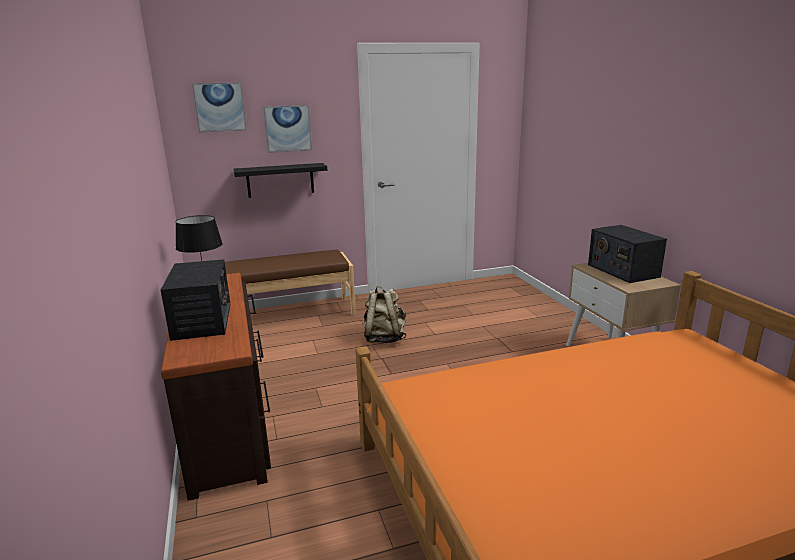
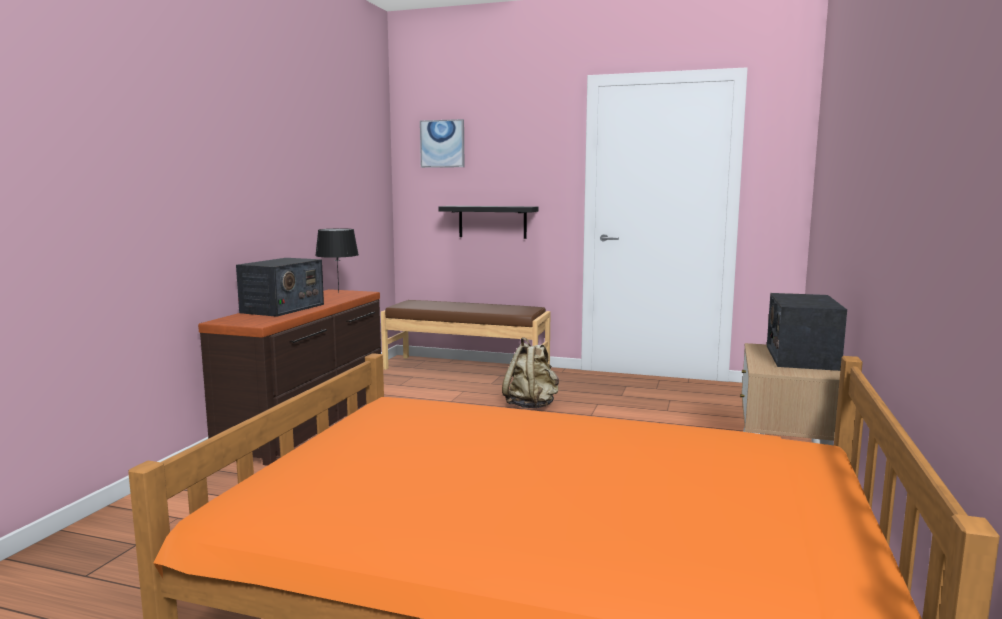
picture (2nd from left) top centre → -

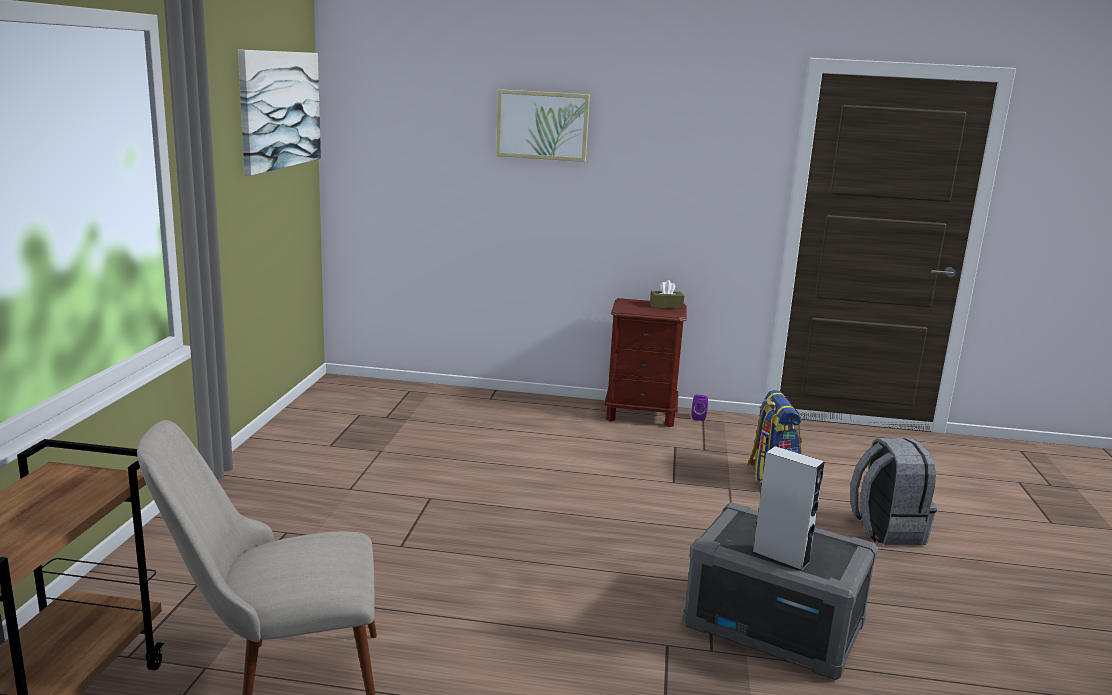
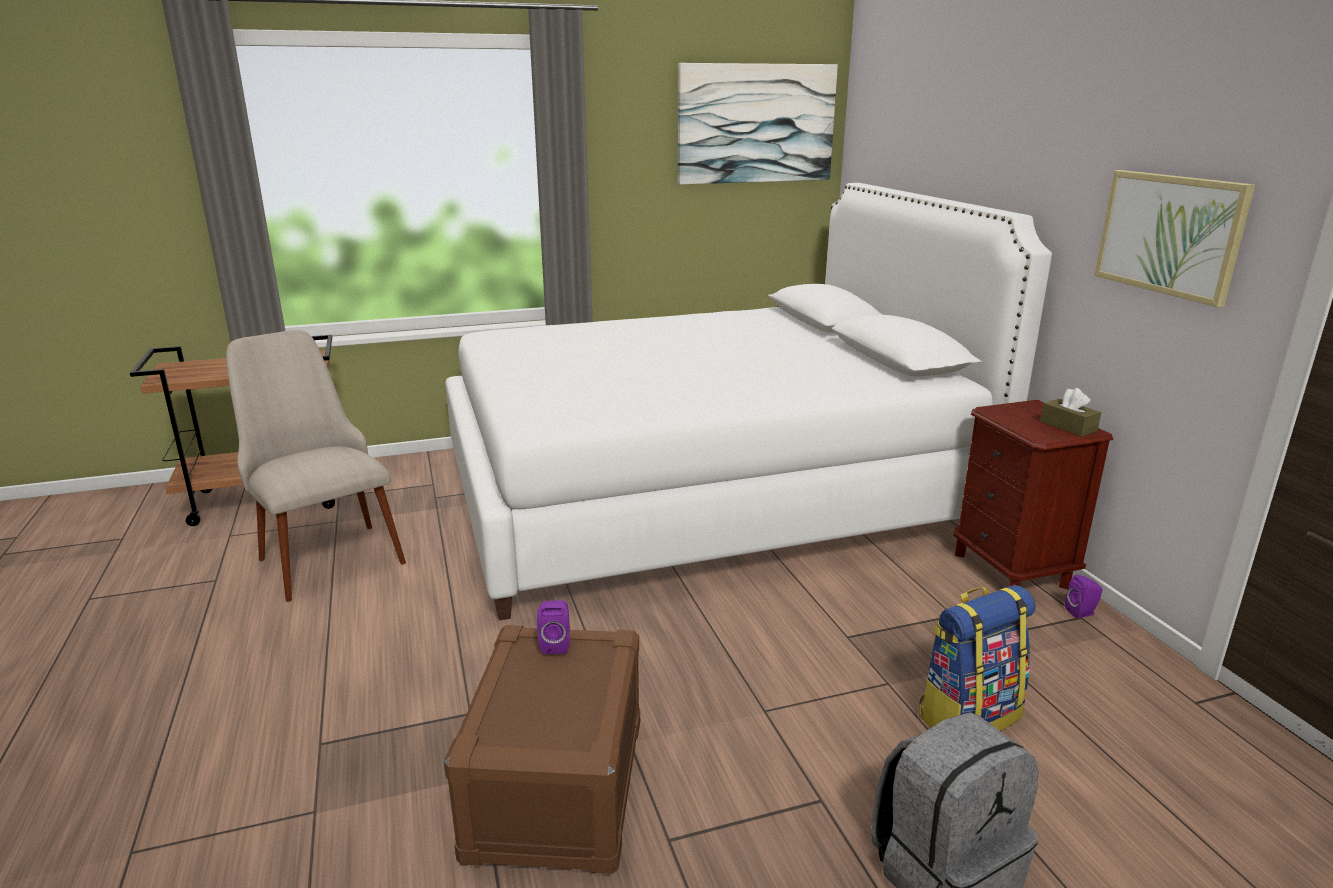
picture (2nd from left) top centre → picture (2nd from left) top right, moved
grey_storage_box bottom right → brown_storage_box bottom centre
grey_speaker bottom right → -
- → white_bed centre
- → purple_speaker (1st from left) bottom centre

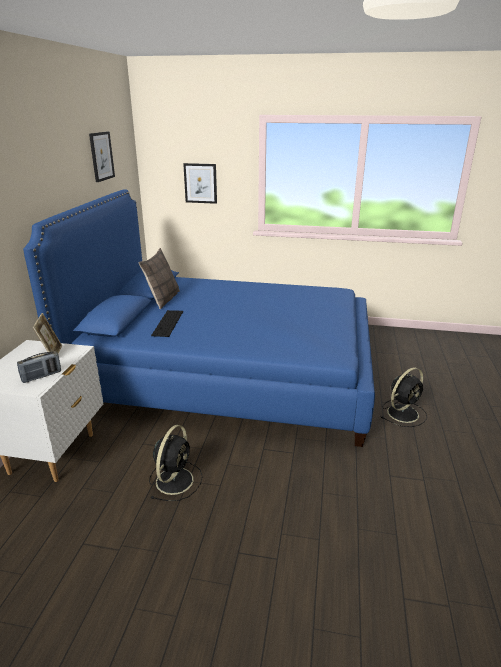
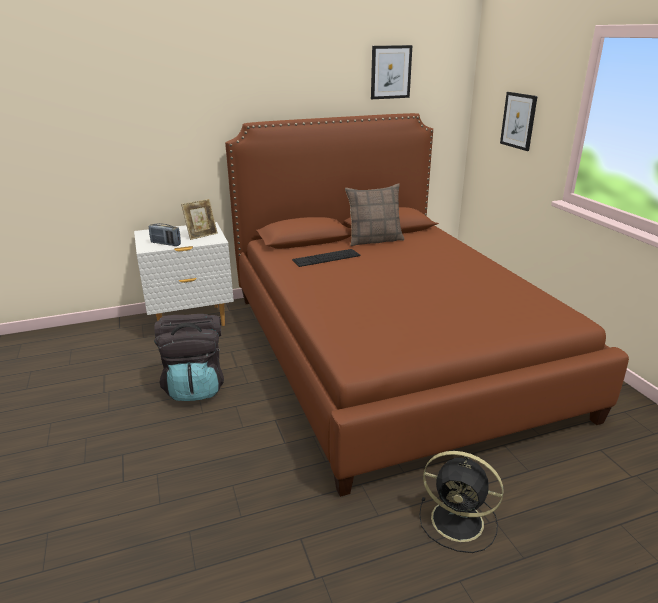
blue_bed centre → brown_bed centre
black_fan (1st from left) bottom centre → black_backpack middle left

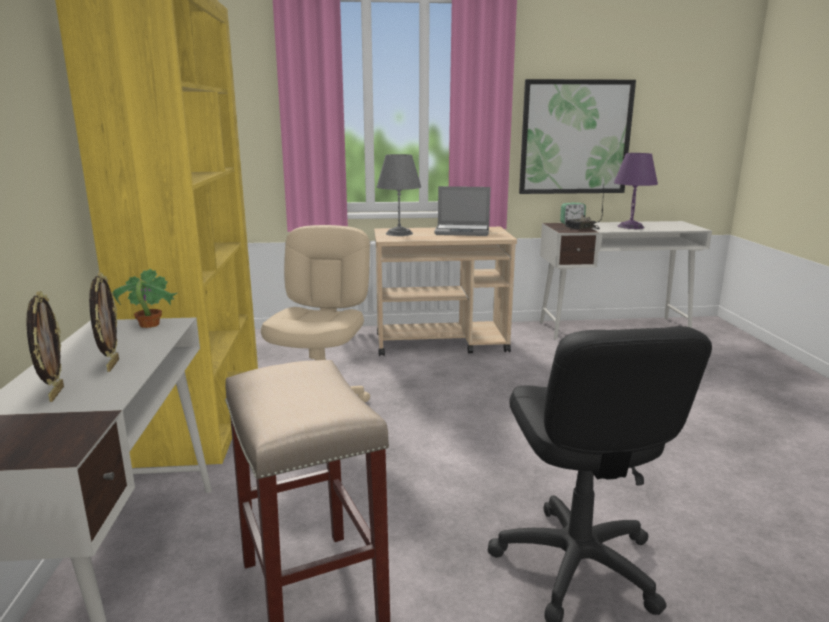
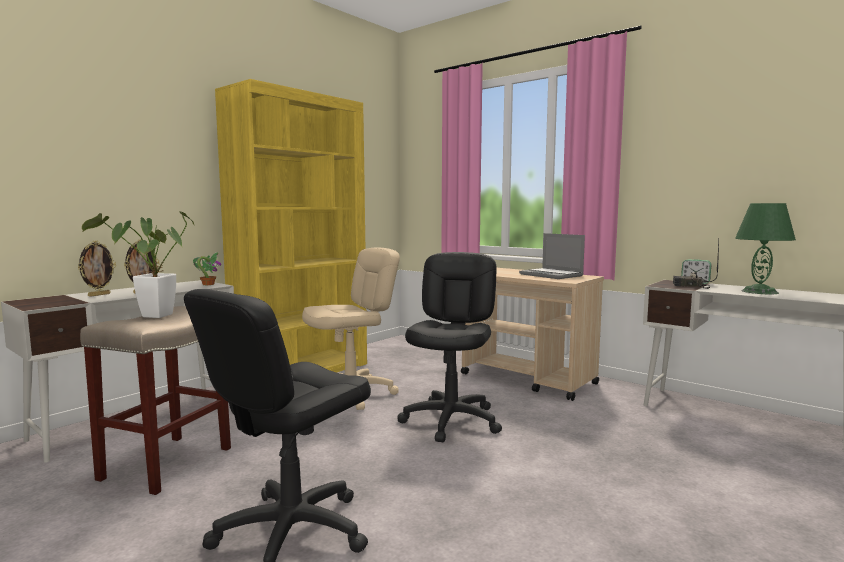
grey_table_lamp top centre → -
picture top right → -
purple_table_lamp top right → green_table_lamp middle right
- → potted_plant (1st from left) middle left
- → black_office_chair (2nd from left) centre

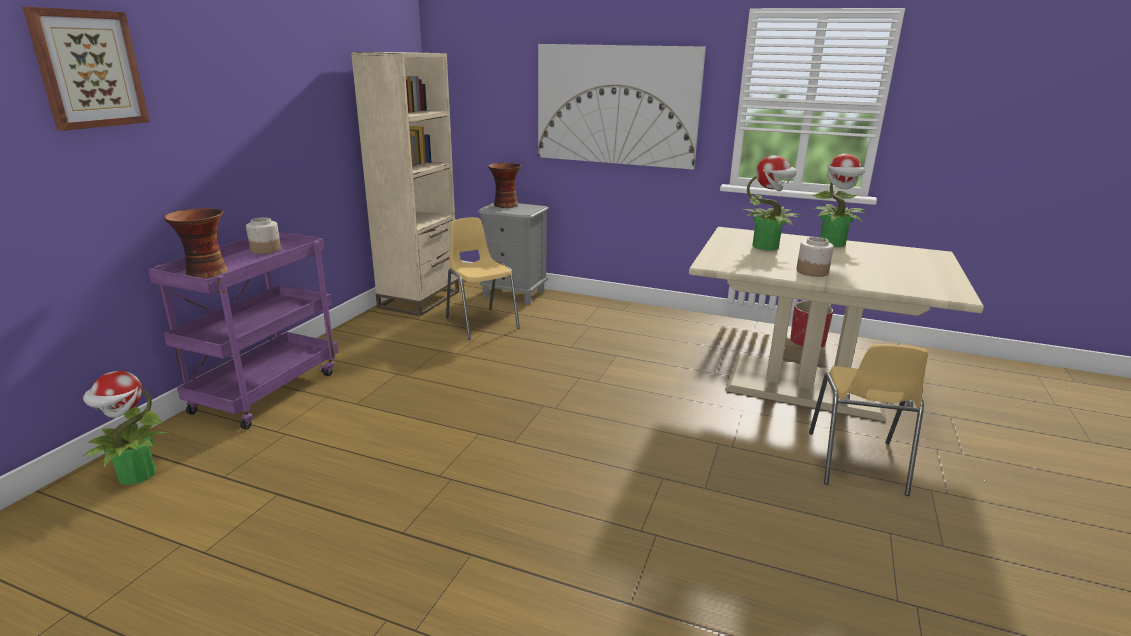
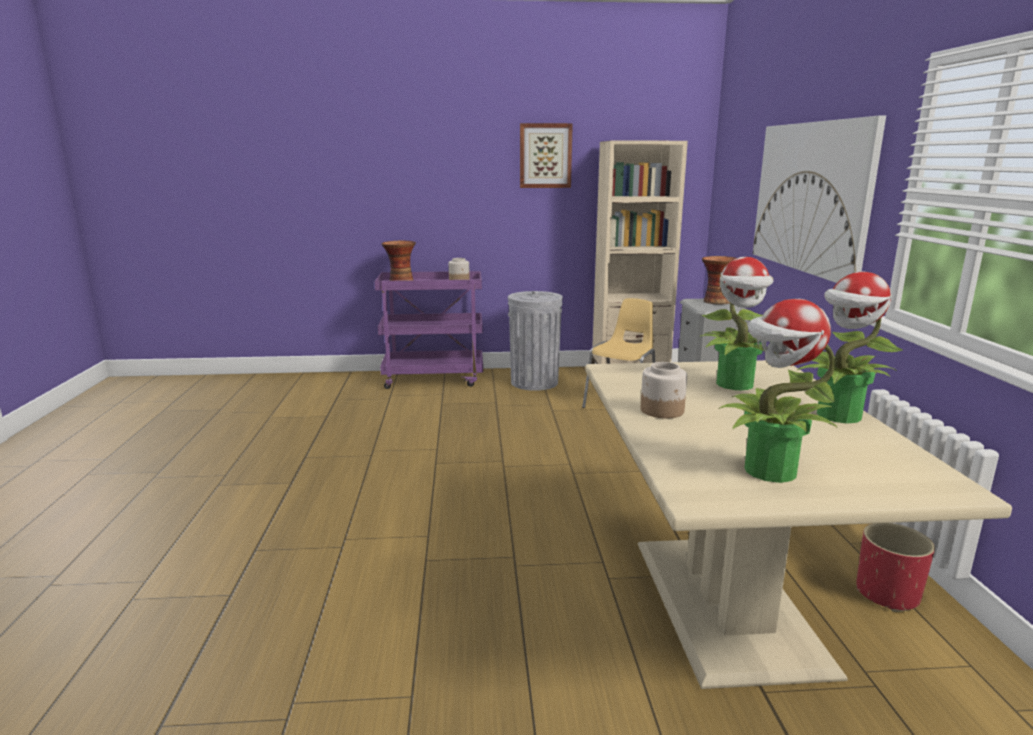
picture (1st from left) top left → picture (1st from left) top centre, moved
potted_plant (1st from left in the first image) bottom left → potted_plant (2nd from left) middle right, moved
yellow_chair (2nd from left) middle right → -
- → grey_trash_can centre

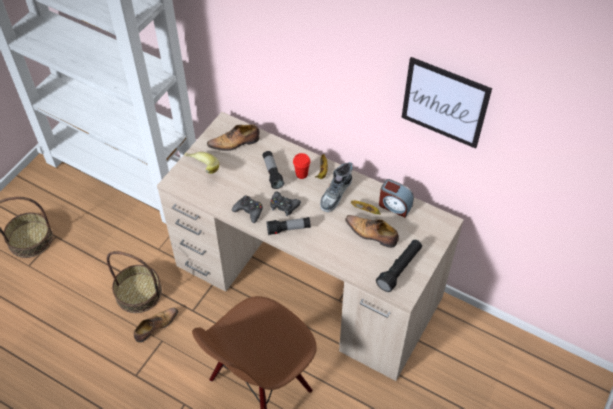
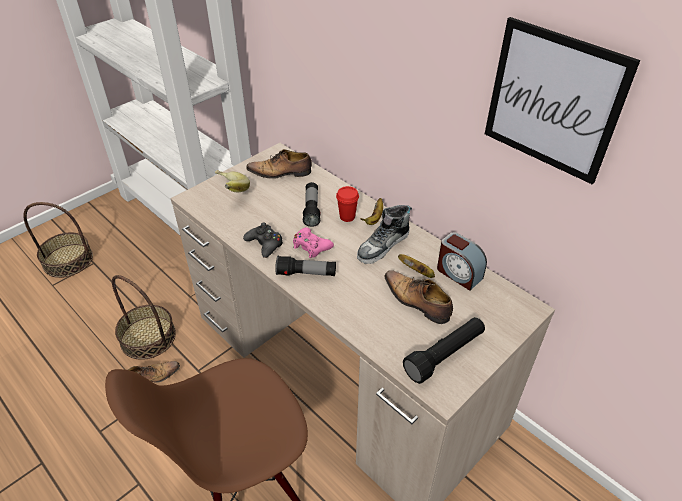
black_game_controller (2nd from left) centre → pink_game_controller centre

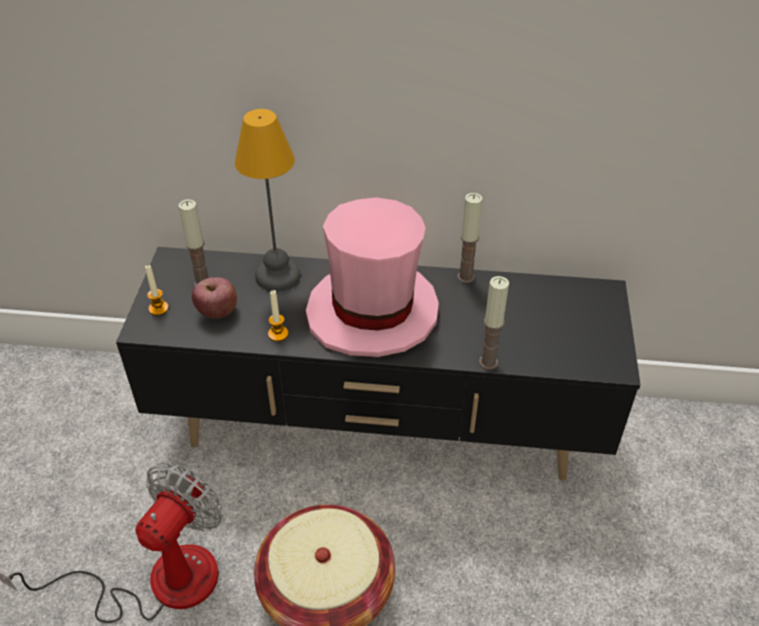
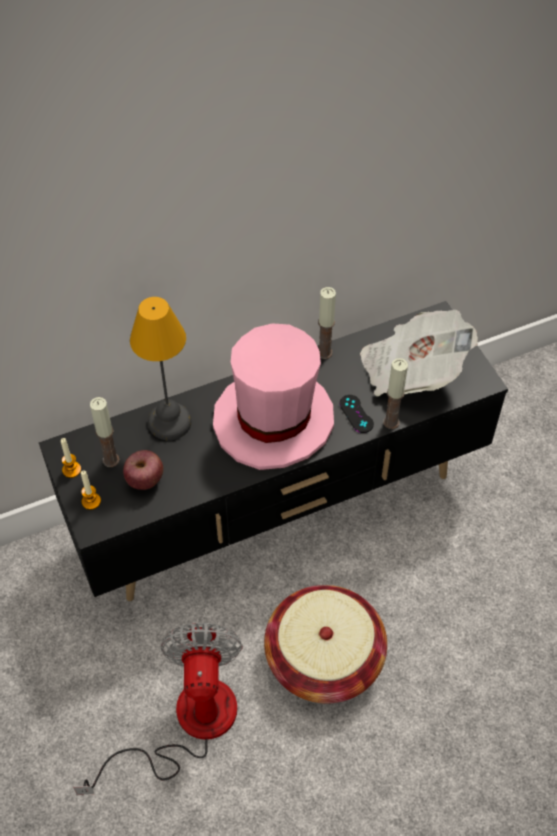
candle (3rd from left in the first image) centre → candle (1st from left) middle left, moved
- → black_game_controller centre
- → newspaper middle right

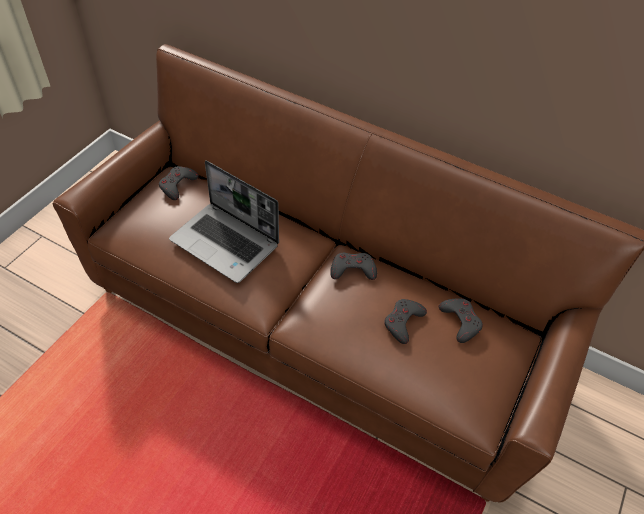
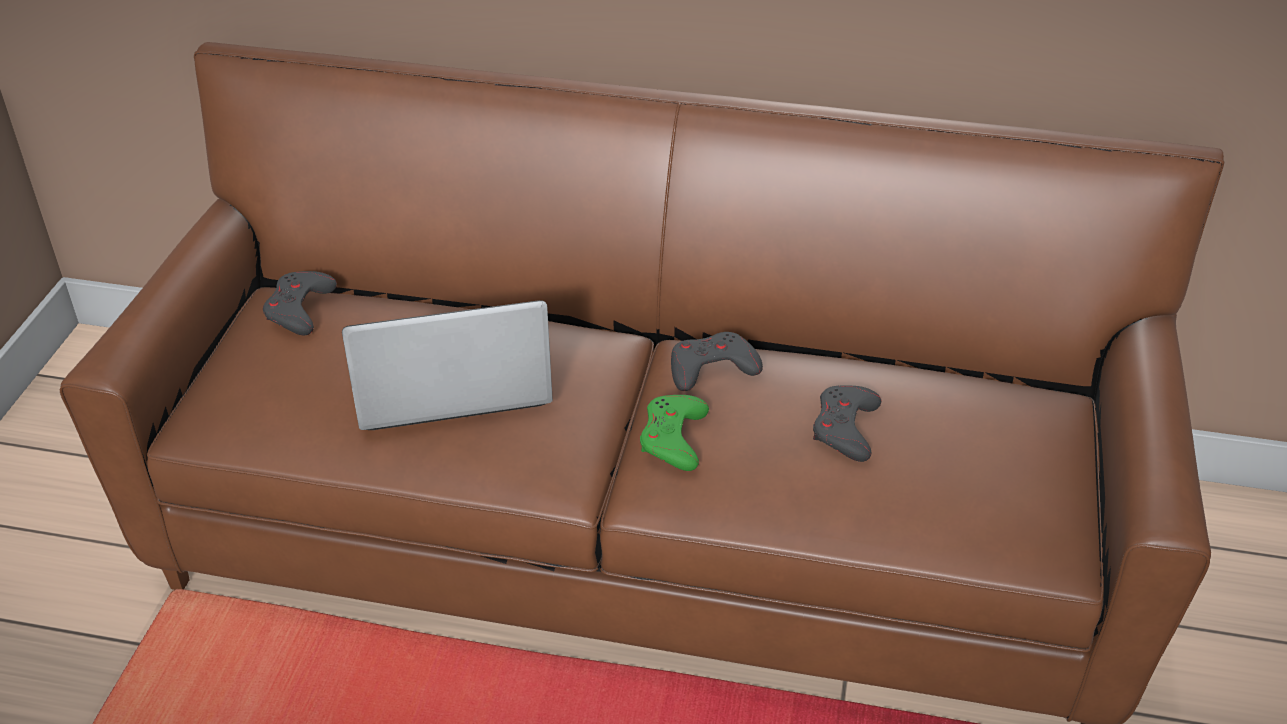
laptop centre, 150 degrees clockwise
grey_game_controller (4th from left) middle right → -
- → green_game_controller centre

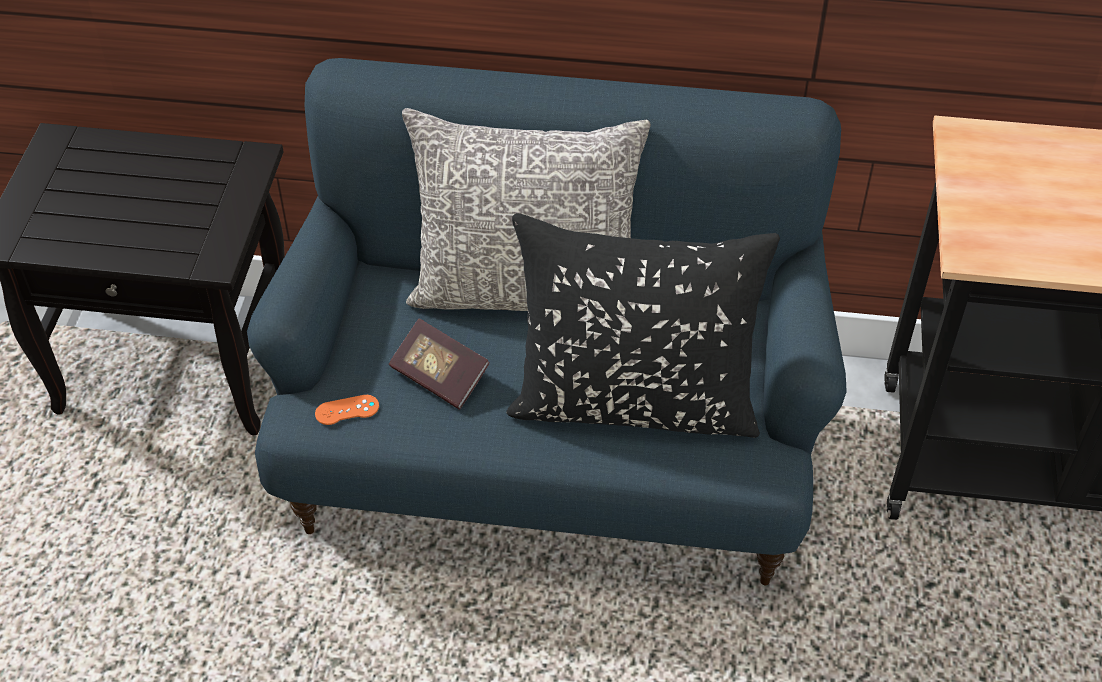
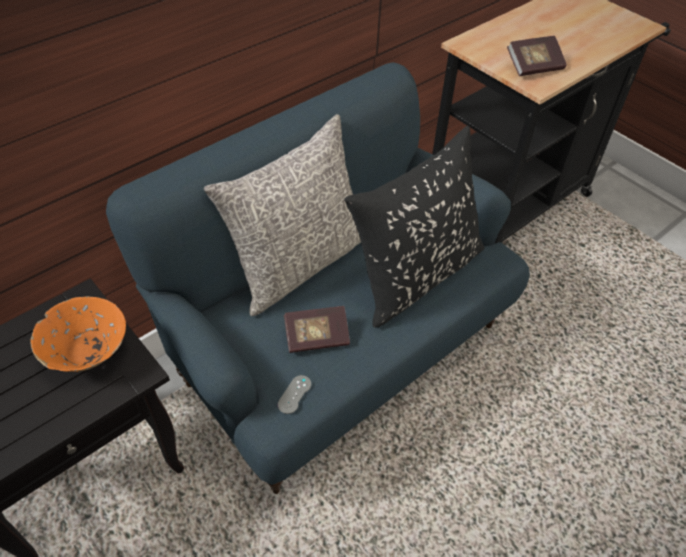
orange_game_controller middle left → grey_game_controller bottom centre
- → orange_bowl middle left
- → book (2nd from left) top right

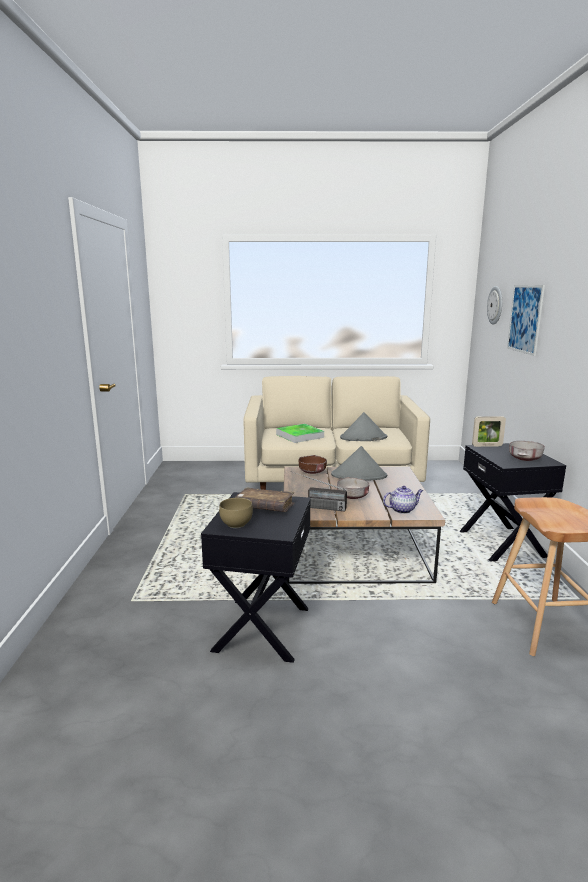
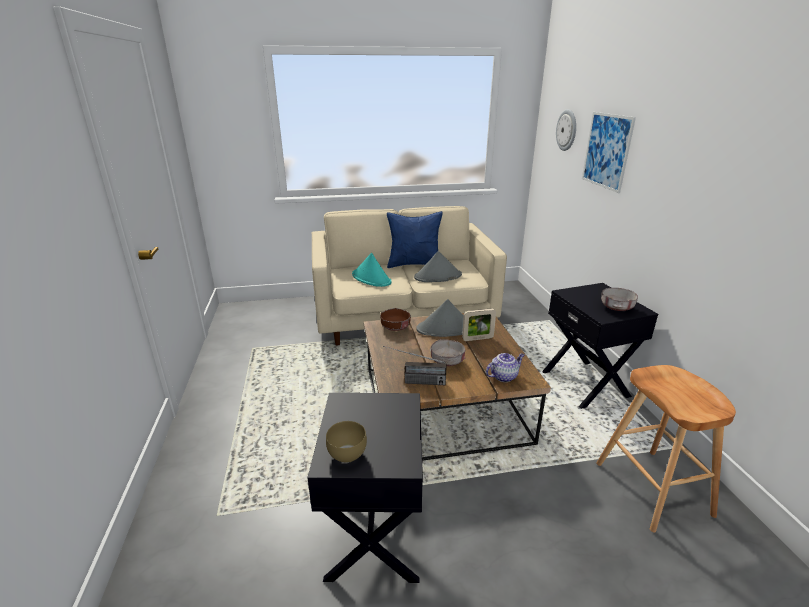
brown_book centre → -
tray centre → turquoise_hat centre
picture_frame middle right → picture_frame centre, moved
- → blue_pillow centre

